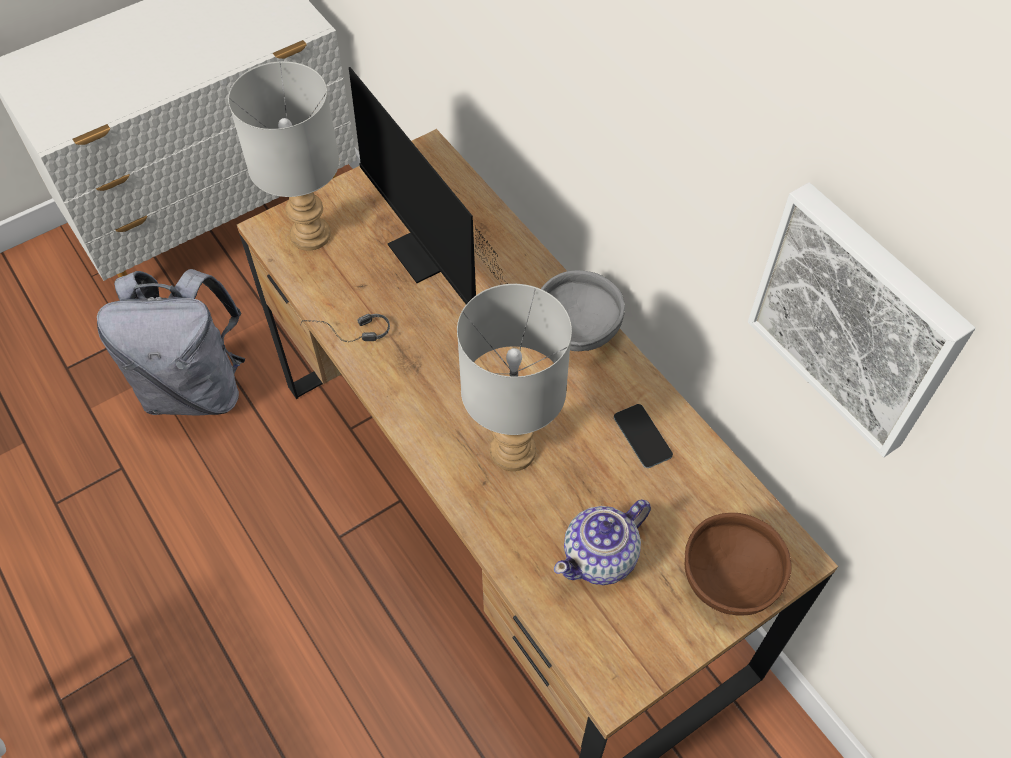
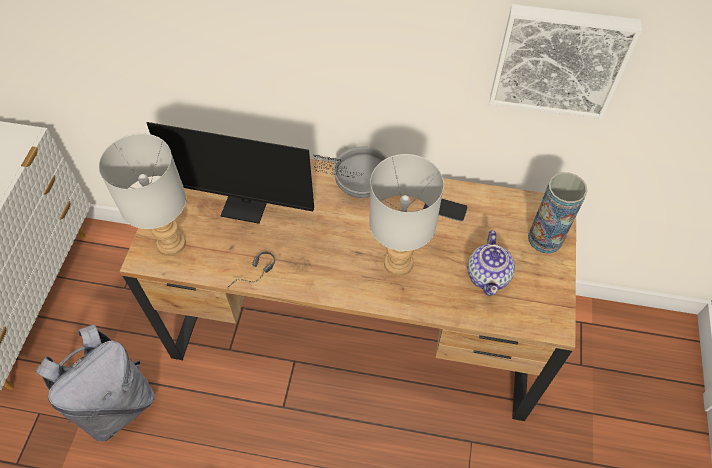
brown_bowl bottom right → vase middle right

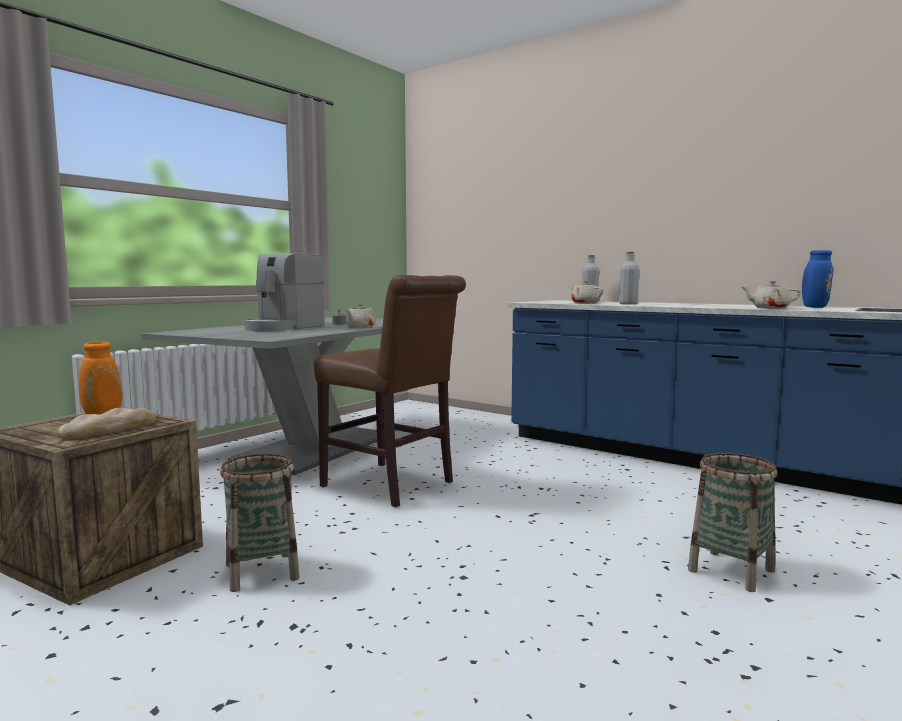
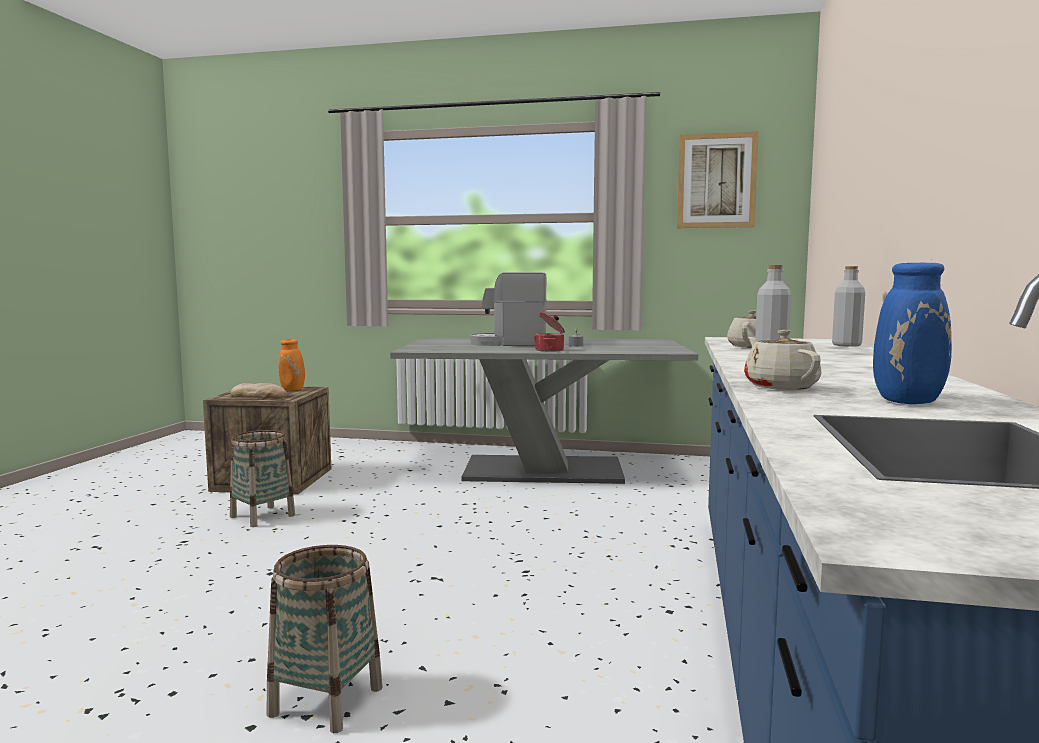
brown_chair centre → -
beige_teapot (1st from left) centre → cooking_pot centre
- → picture top right

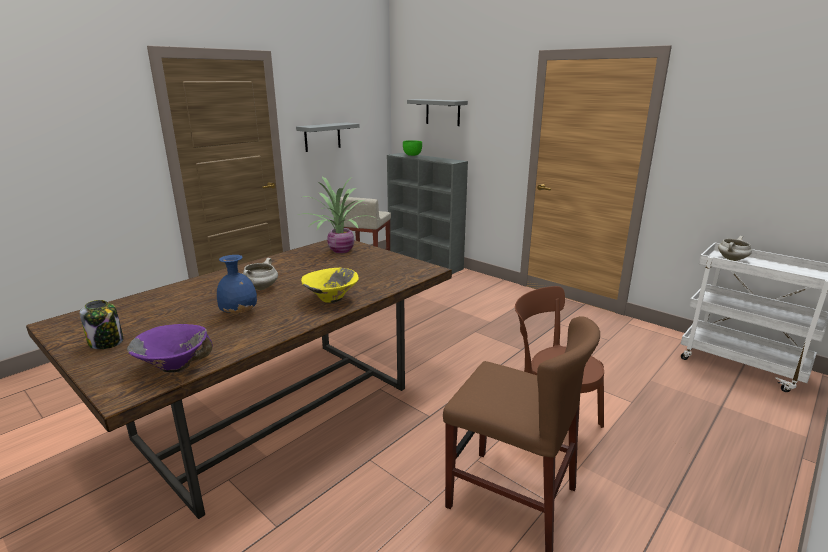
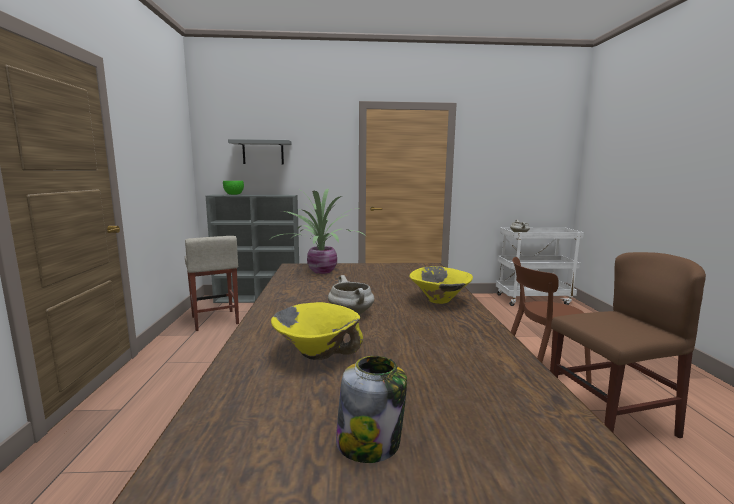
purple_bowl middle left → -
blue_vase middle left → -
grey_shelf (1st from left) top centre → -
- → yellow_bowl (1st from left) centre

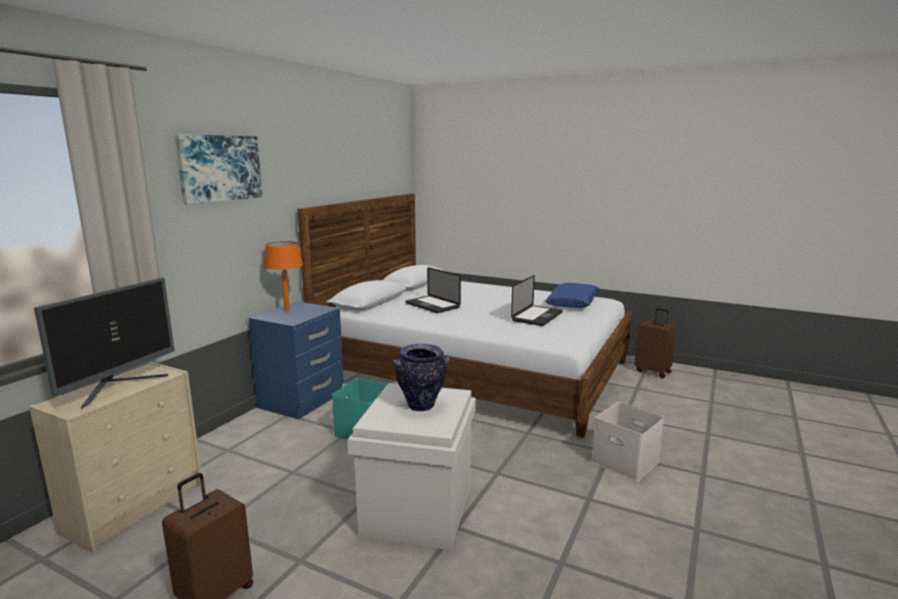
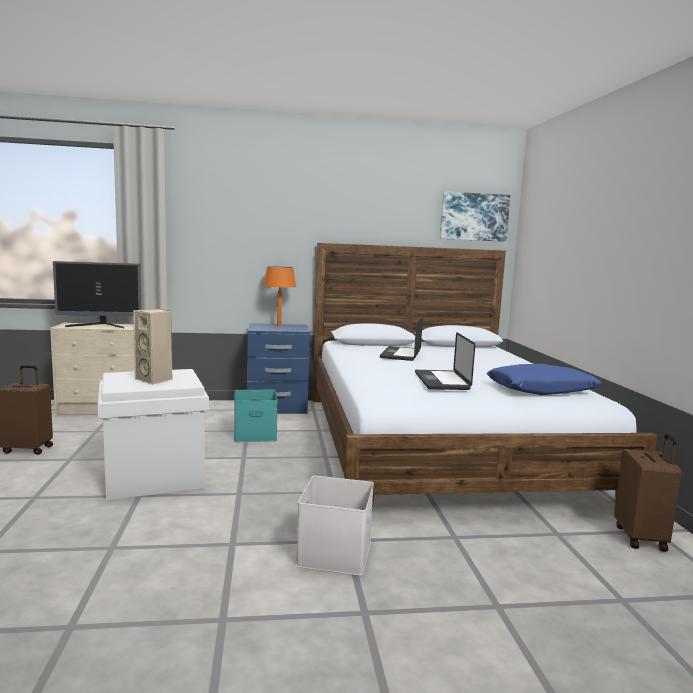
picture top left → picture top right, moved
vase centre → beige_speaker middle left
laptop (2nd from left) centre, 90 degrees clockwise

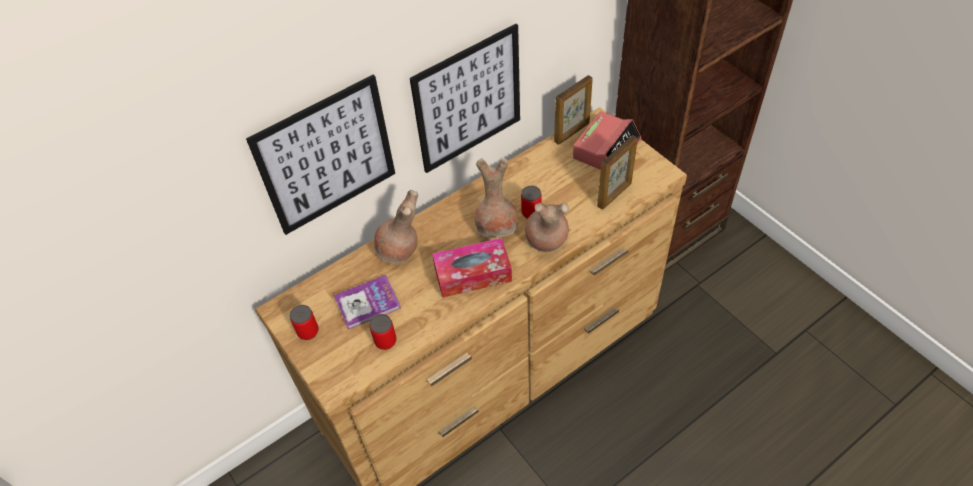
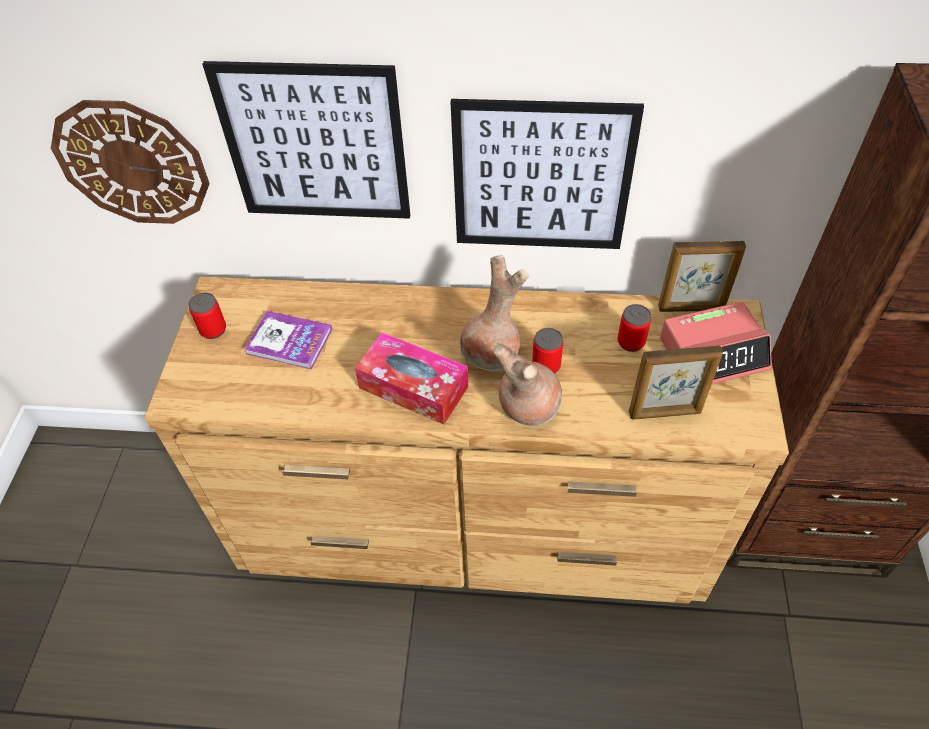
can (2nd from left in the first image) bottom centre → can (3rd from left) middle right, moved
brown_vase (1st from left) centre → -
- → wall_clock top left

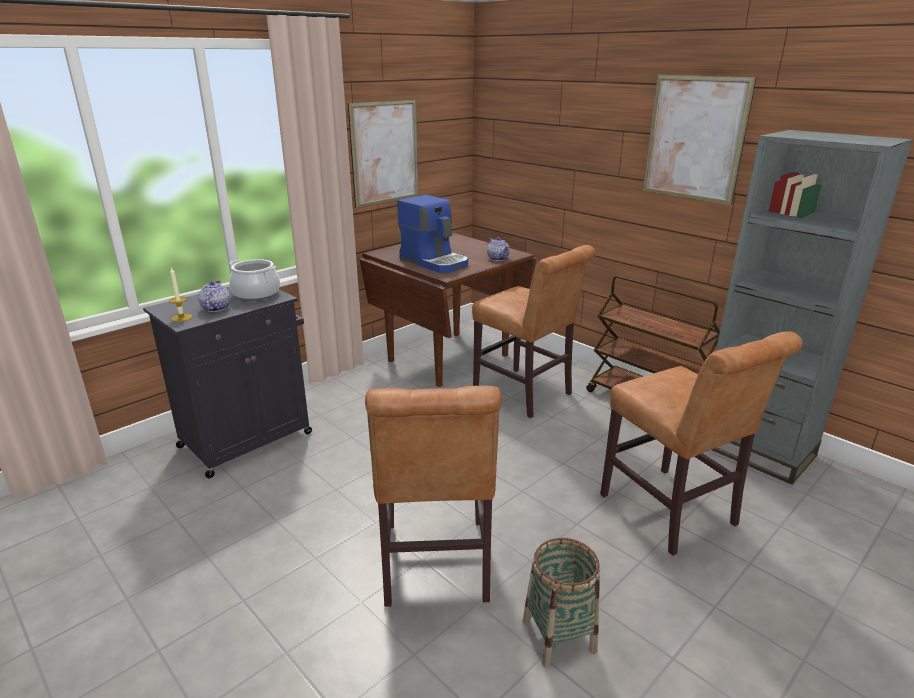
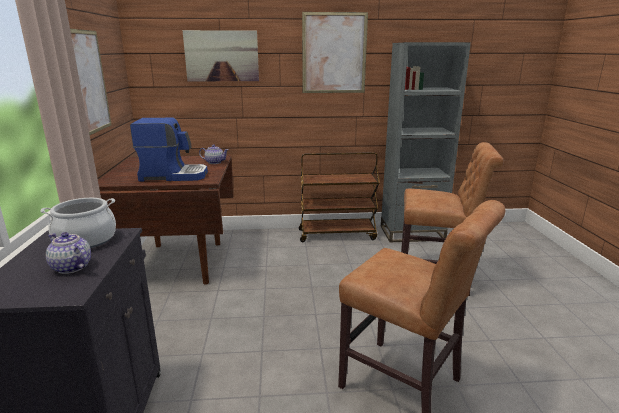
candle middle left → -
brown_chair (2nd from left) centre → -
basket bottom centre → -
- → picture (2nd from left) top centre

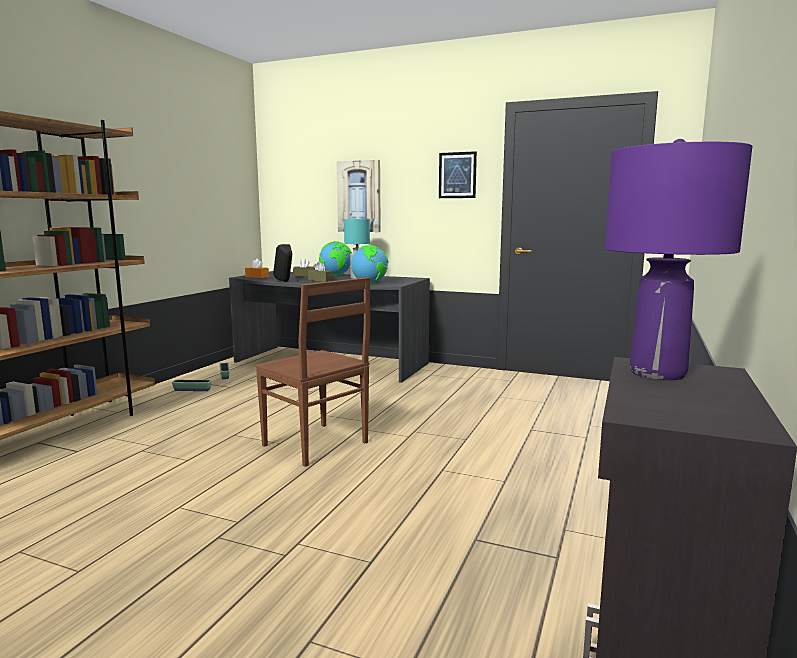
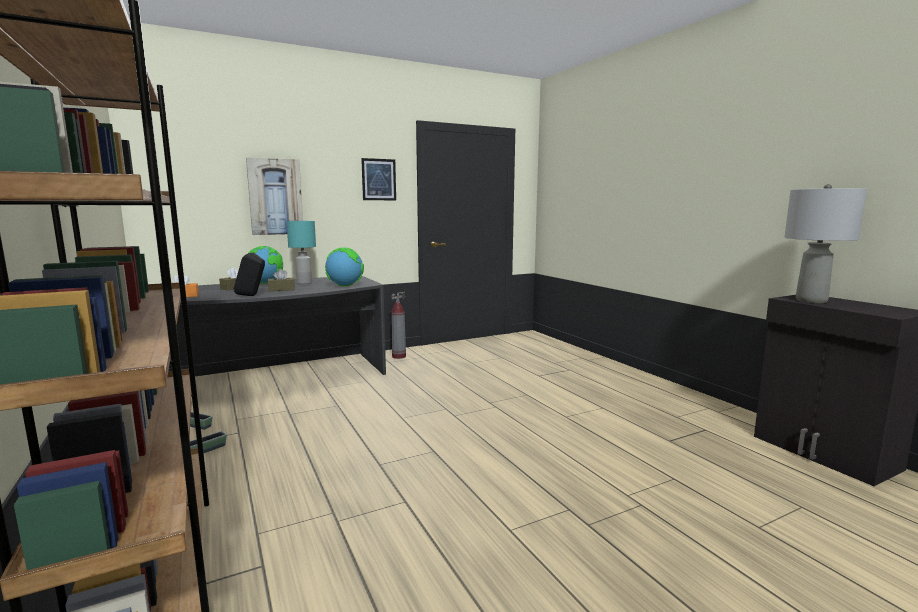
brown_chair centre → -
purple_table_lamp middle right → grey_table_lamp middle right
- → fire_extinguisher centre

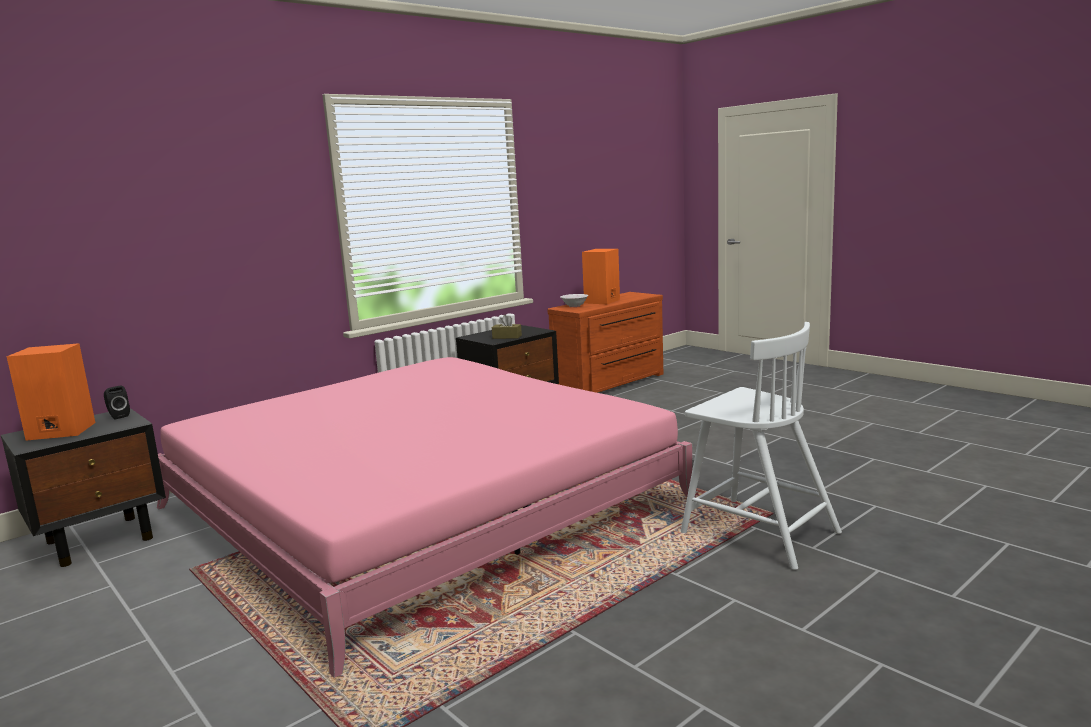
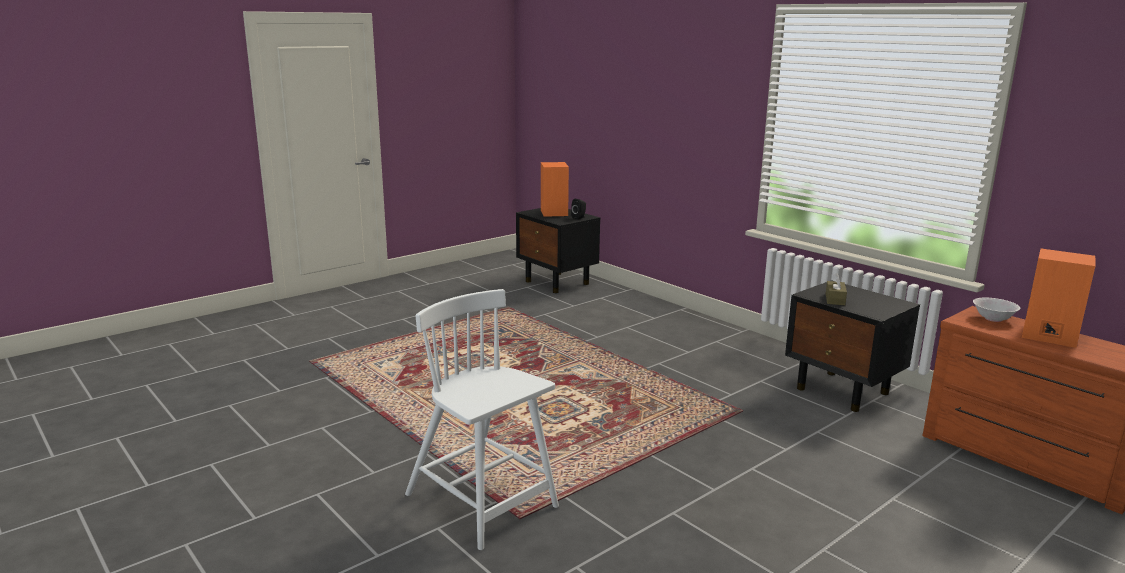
pink_bed bottom centre → -
white_chair middle right → white_chair bottom centre, 90 degrees clockwise

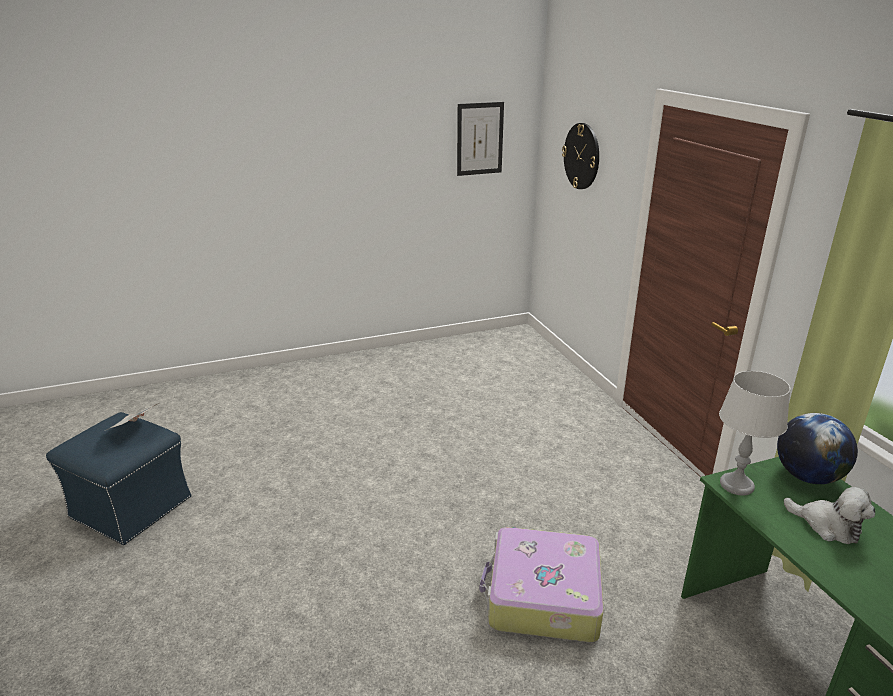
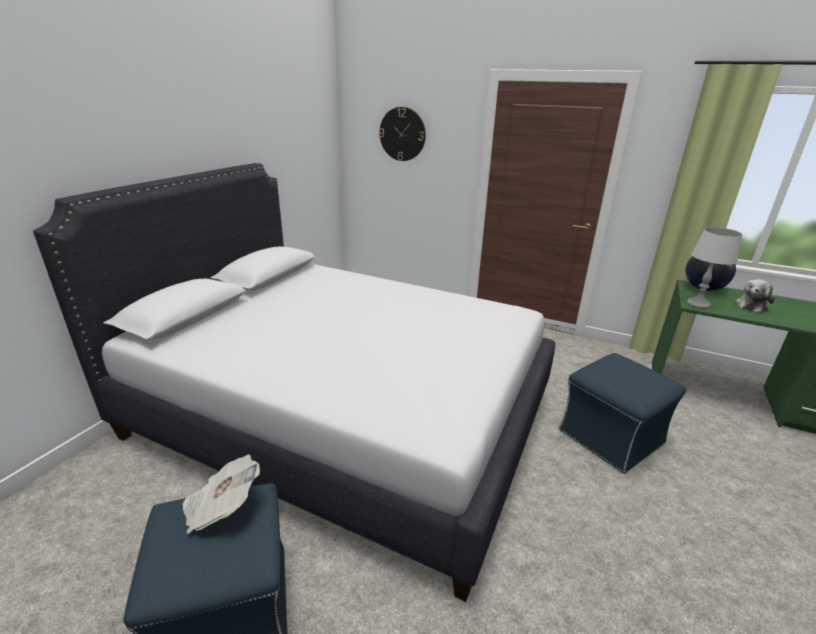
picture top centre → -
suitcase bottom centre → blue_ottoman (2nd from left) middle right
plush_toy bottom right → plush_toy middle right, 135 degrees clockwise
- → white_bed centre

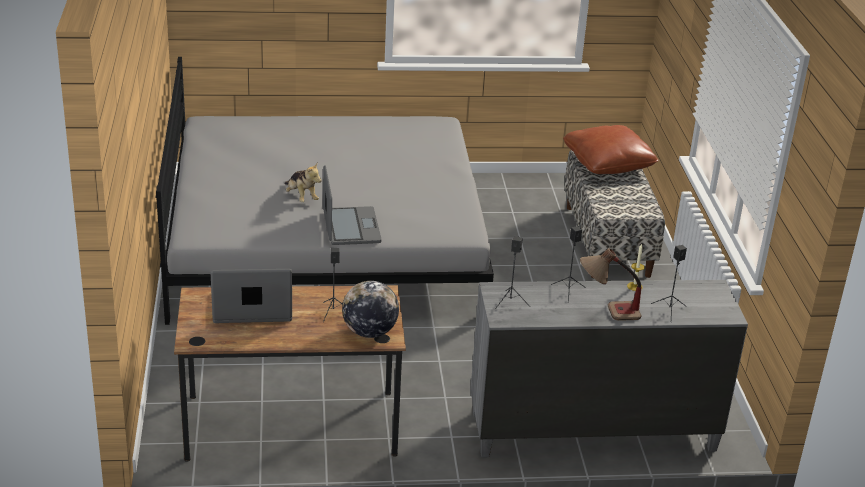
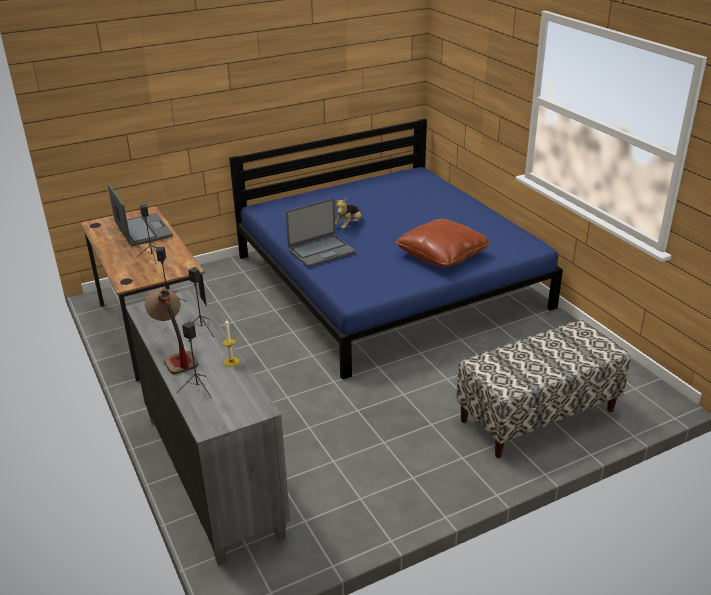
grey_bed centre → blue_bed centre
globe centre → -
brown_pillow top right → brown_pillow centre, moved

